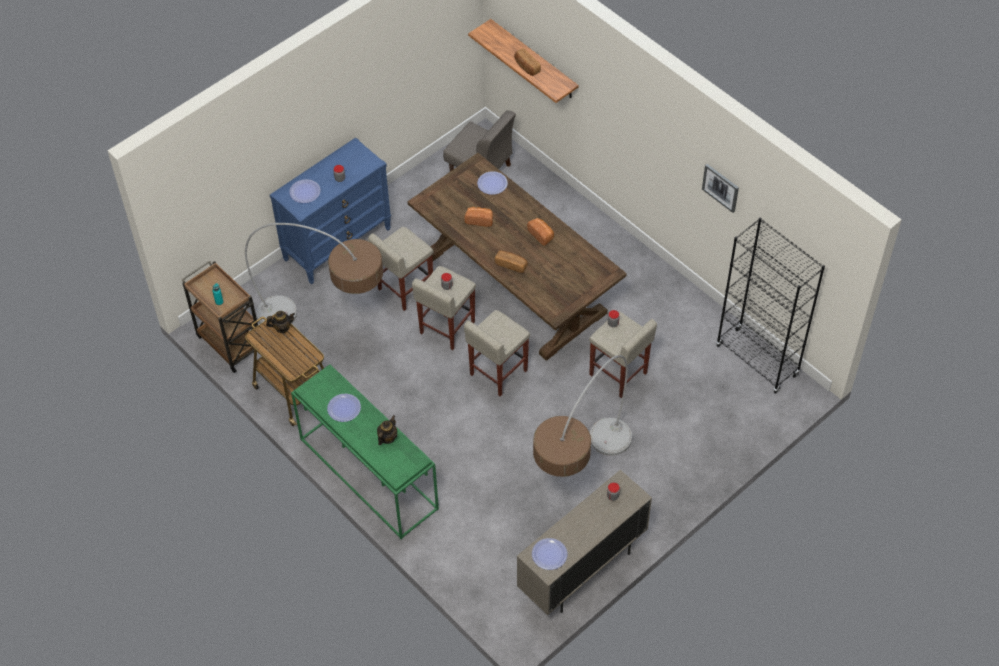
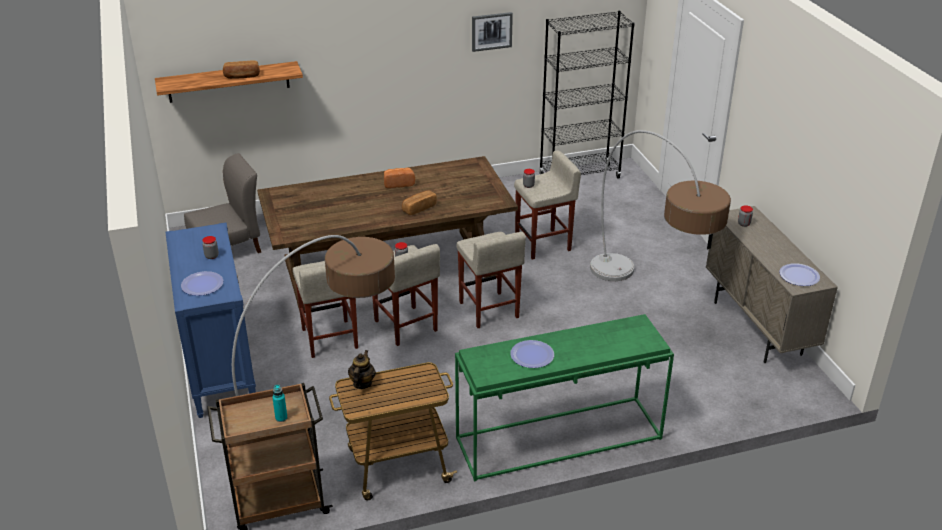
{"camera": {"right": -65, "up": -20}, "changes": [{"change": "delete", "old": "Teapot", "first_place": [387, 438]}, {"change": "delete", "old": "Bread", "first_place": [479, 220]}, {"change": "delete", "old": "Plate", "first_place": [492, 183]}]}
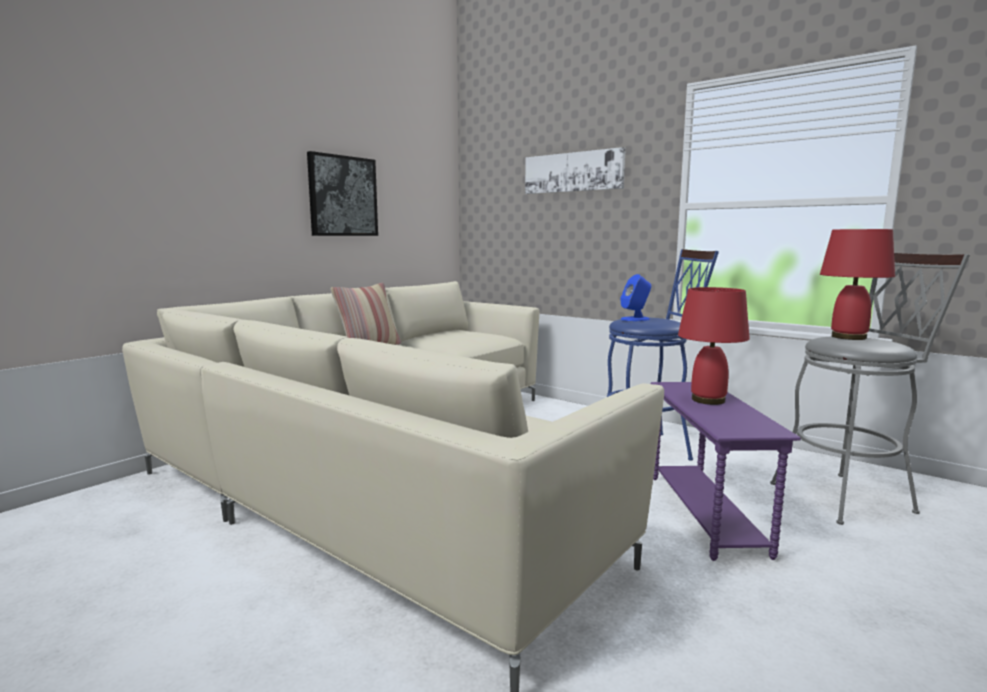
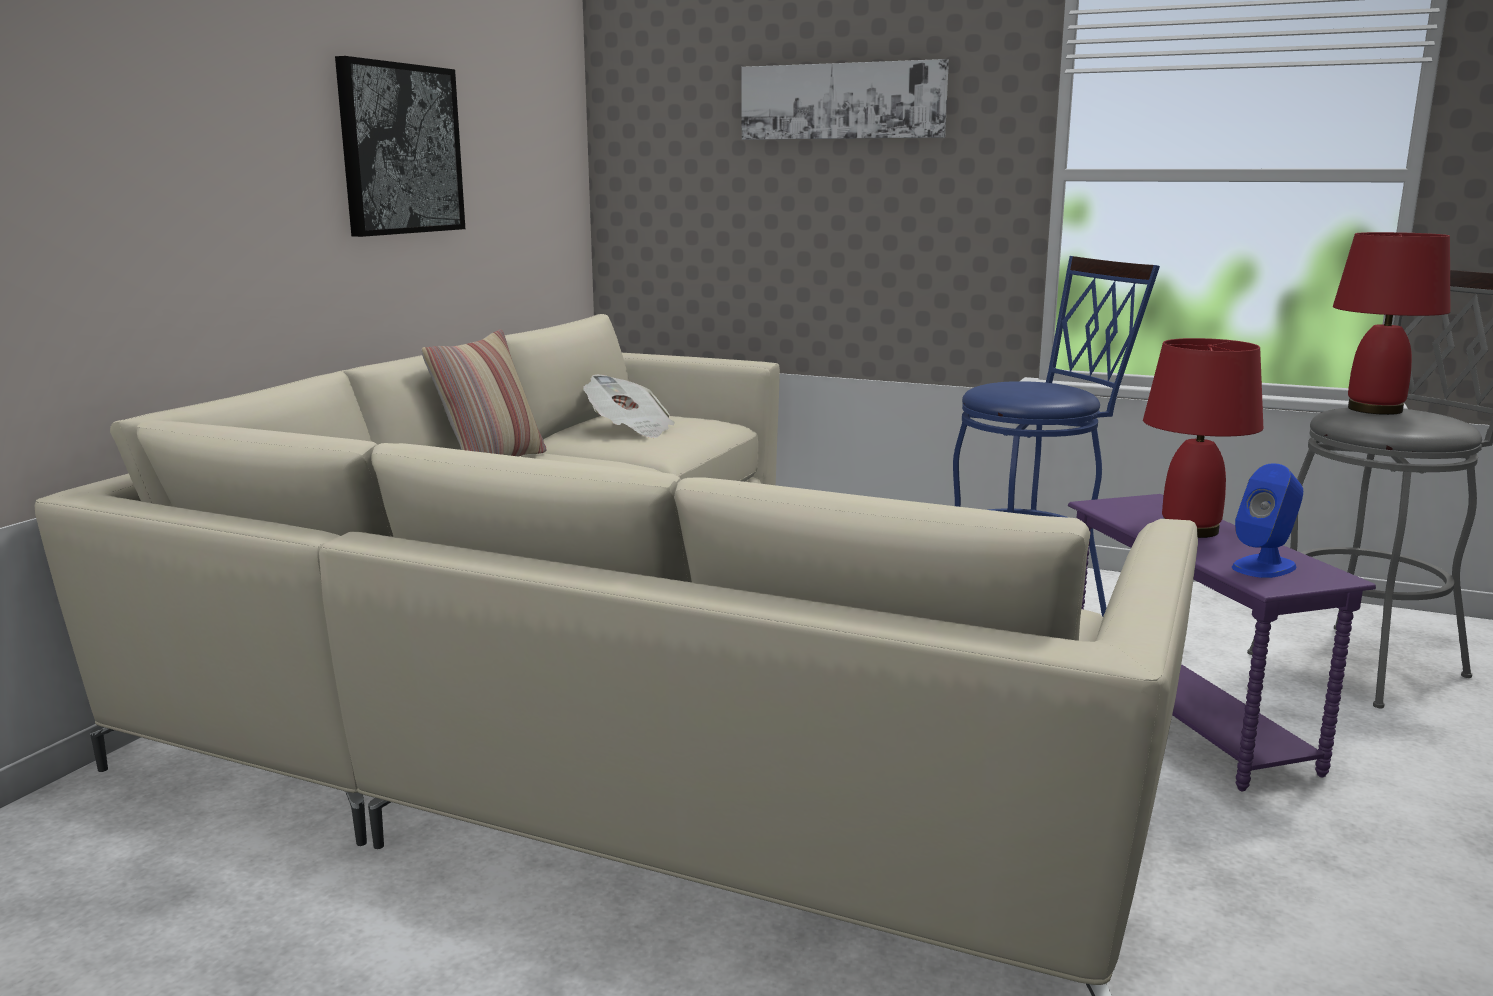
{"camera": {"right": -15, "up": 5}, "changes": [{"change": "move", "old": "BlueSpeaker", "first_place": [635, 319], "second_place": [1264, 567]}, {"change": "insert", "new": "Newspaper", "second_place": [630, 430]}]}
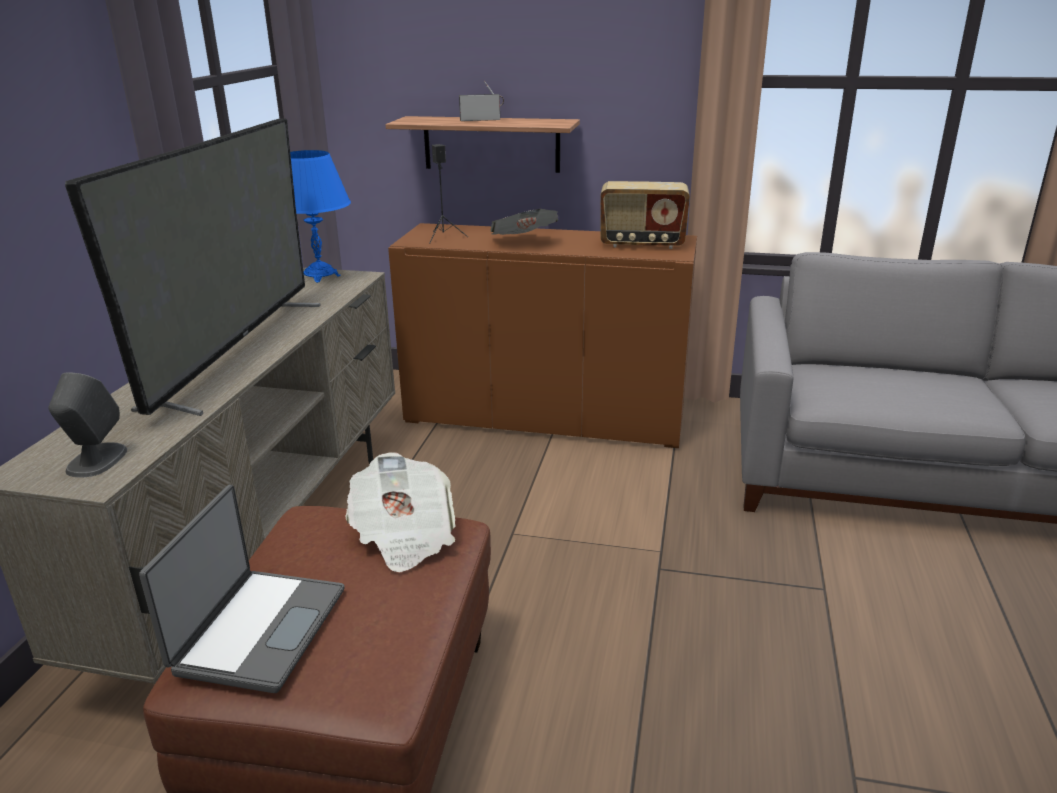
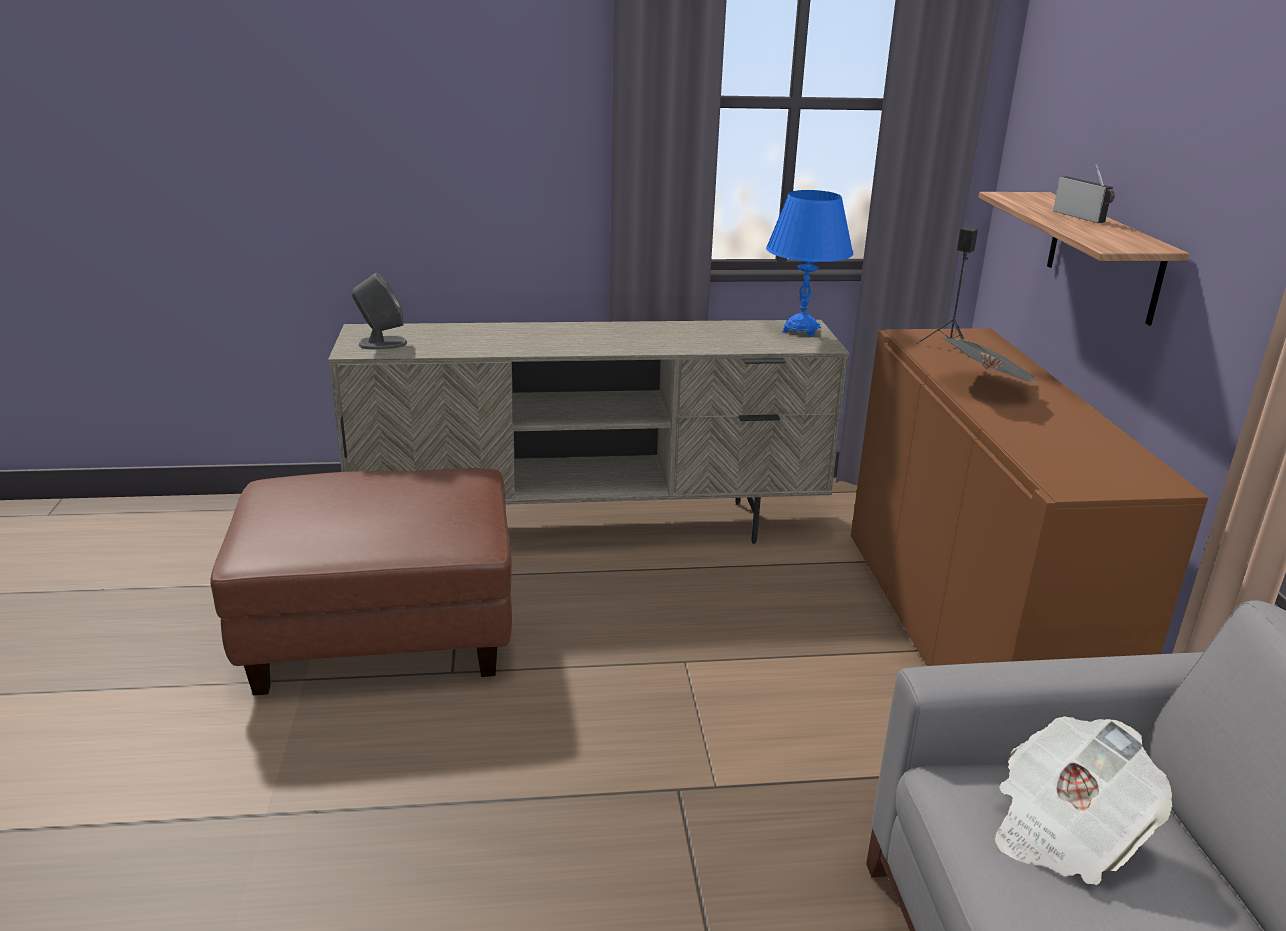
{"camera": {"right": 70, "up": 0}, "changes": [{"change": "delete", "old": "Television", "first_place": [237, 351]}, {"change": "delete", "old": "Laptop", "first_place": [258, 630]}, {"change": "move", "old": "Newspaper", "first_place": [404, 536], "second_place": [1065, 829]}, {"change": "delete", "old": "Radio", "first_place": [642, 244]}]}
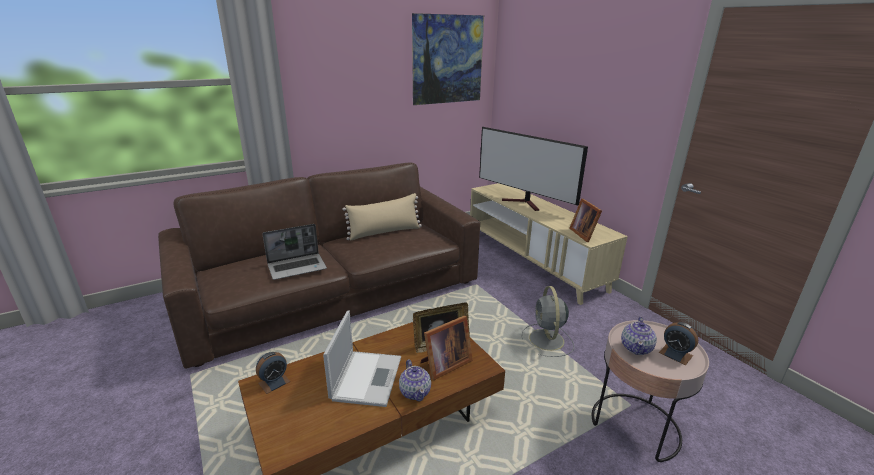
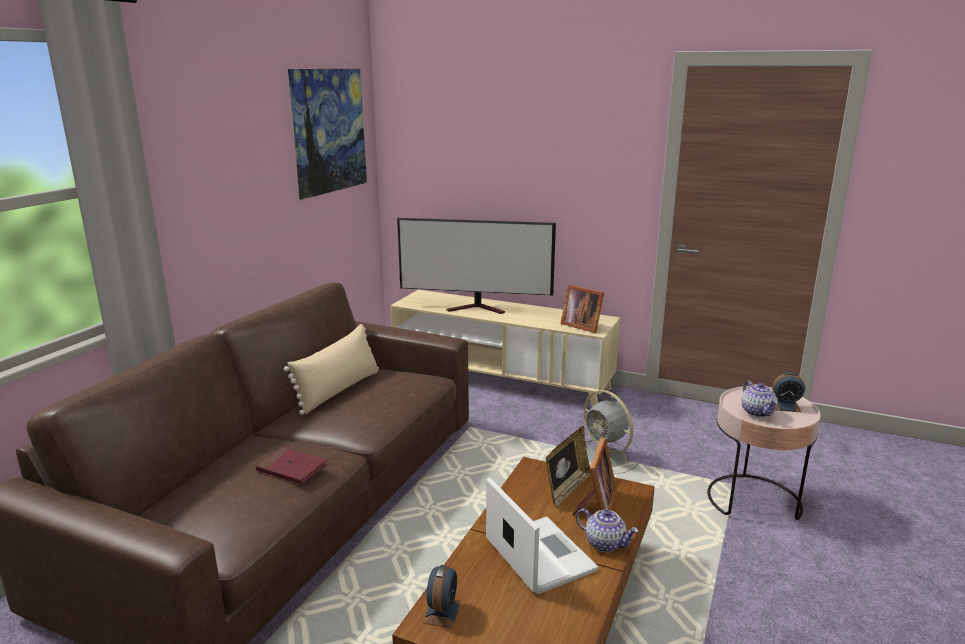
{"camera": {"right": -35, "up": -5}, "changes": [{"change": "replace", "old": "Laptop", "new": "RedBook", "first_place": [297, 267], "second_place": [292, 469]}]}
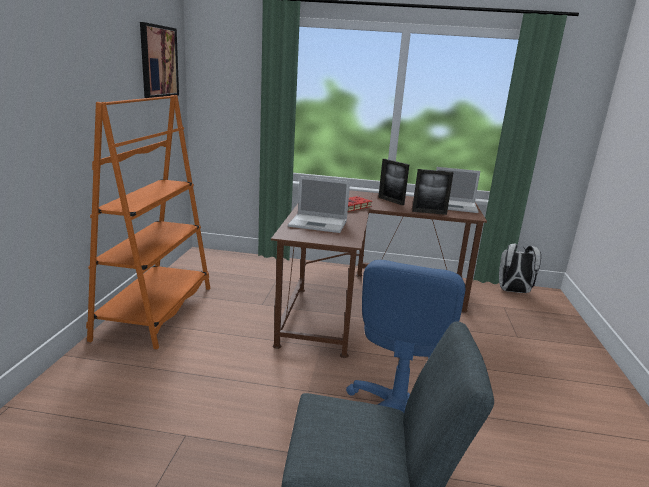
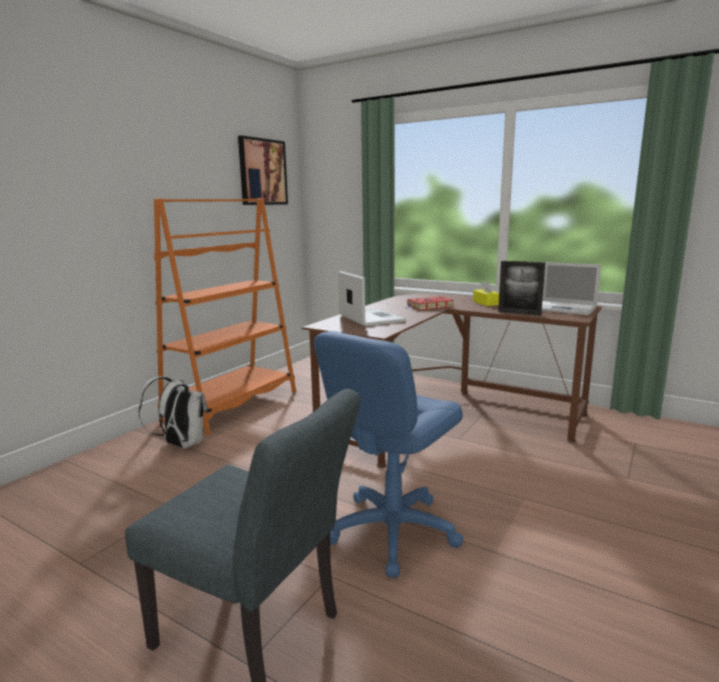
{"camera": {"right": 25, "up": -5}, "changes": [{"change": "rotate", "old": "Laptop", "first_place": [319, 223], "second_place": [370, 318], "degrees": -150}, {"change": "replace", "old": "PictureFrame", "new": "YellowTissueBox", "first_place": [391, 201], "second_place": [485, 303]}, {"change": "move", "old": "WhiteBackpack", "first_place": [512, 291], "second_place": [180, 445]}]}
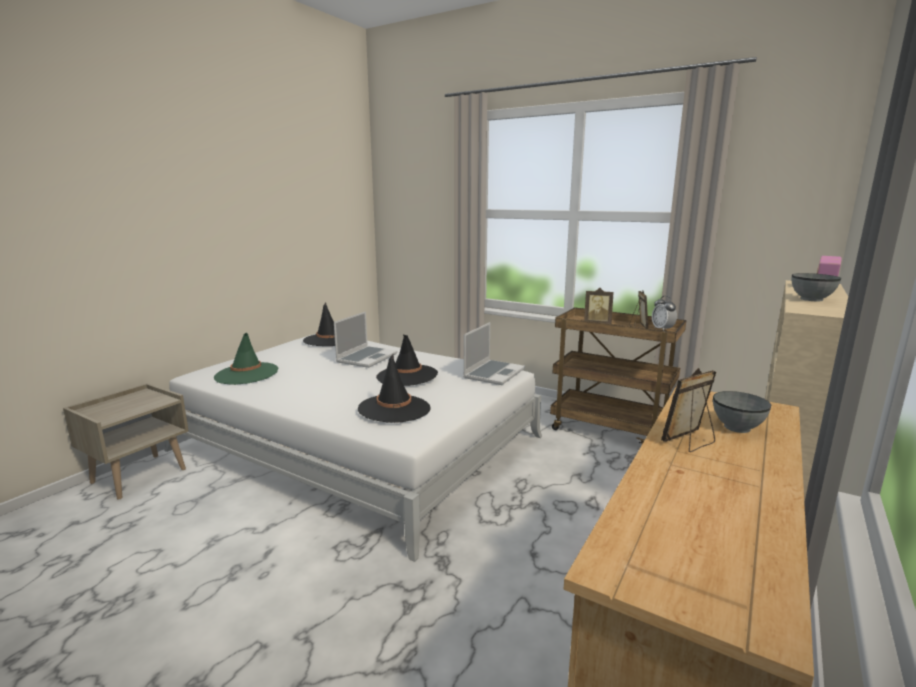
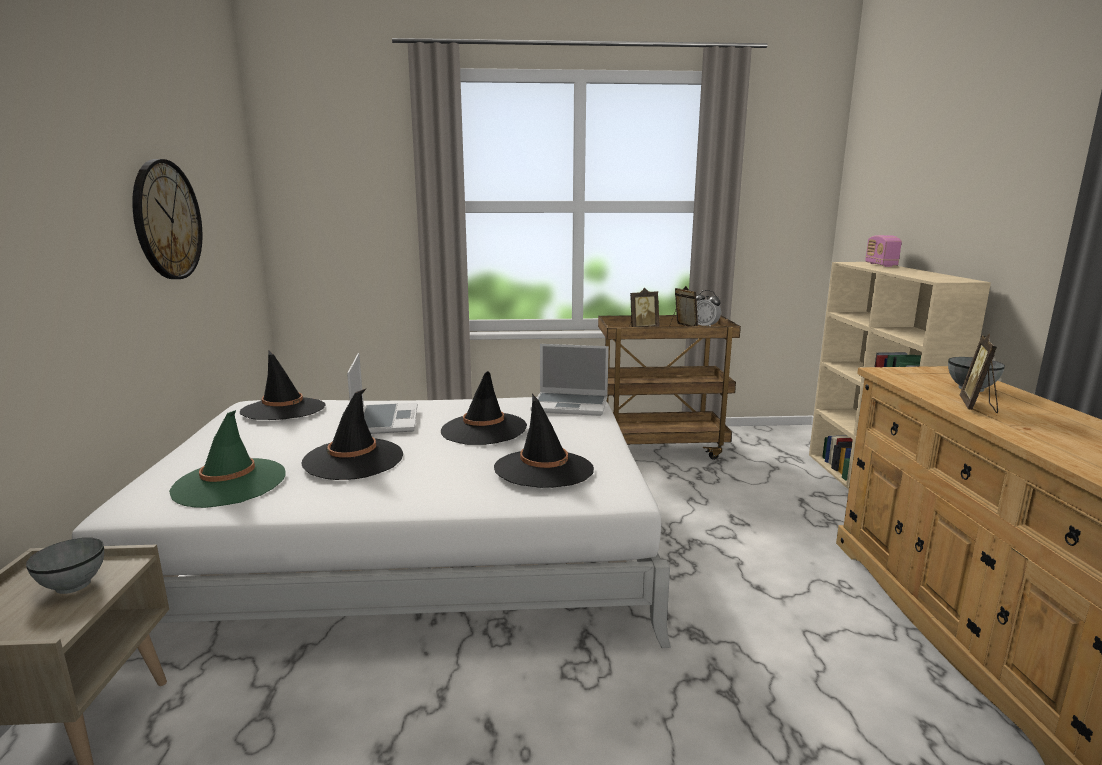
{"camera": {"right": -35, "up": 0}, "changes": [{"change": "rotate", "old": "Laptop", "first_place": [493, 373], "second_place": [571, 405], "degrees": 105}, {"change": "move", "old": "GreyBowl", "first_place": [810, 299], "second_place": [72, 585]}, {"change": "insert", "new": "WallClock", "second_place": [167, 220]}, {"change": "insert", "new": "BlackHat", "second_place": [353, 459]}]}
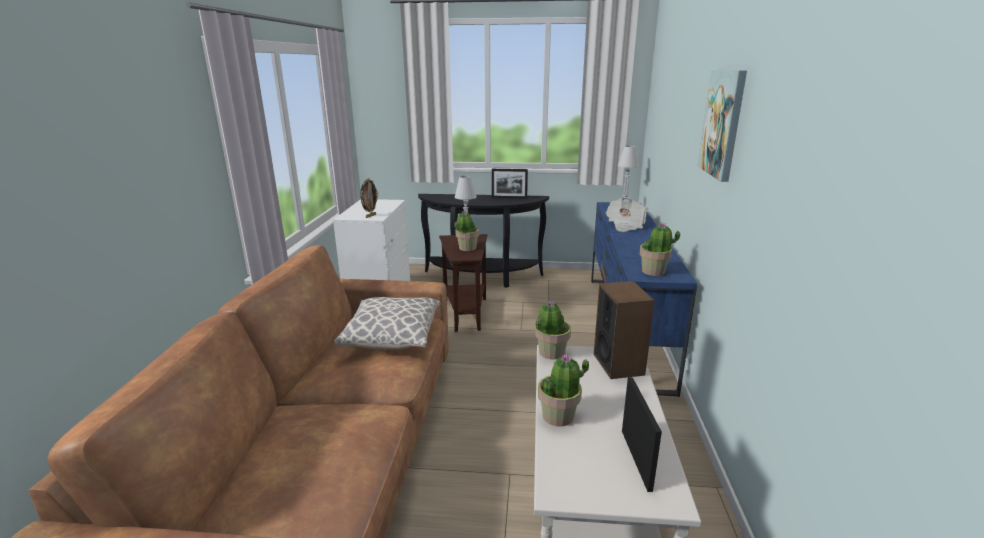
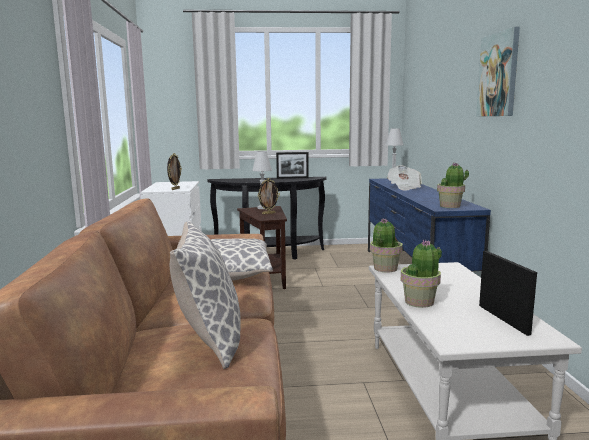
{"camera": {"right": -10, "up": -10}, "changes": [{"change": "replace", "old": "PottedPlant", "new": "PictureFrame", "first_place": [467, 248], "second_place": [268, 213]}, {"change": "delete", "old": "Speaker", "first_place": [618, 364]}, {"change": "insert", "new": "Pillow", "second_place": [210, 340]}]}
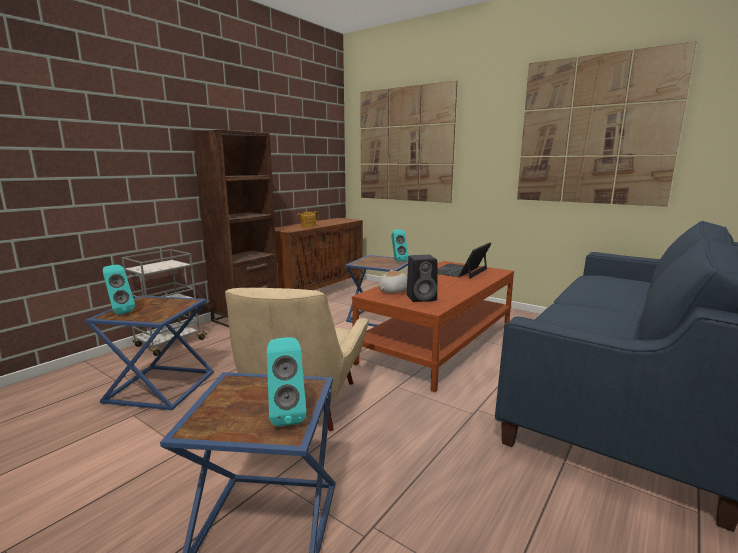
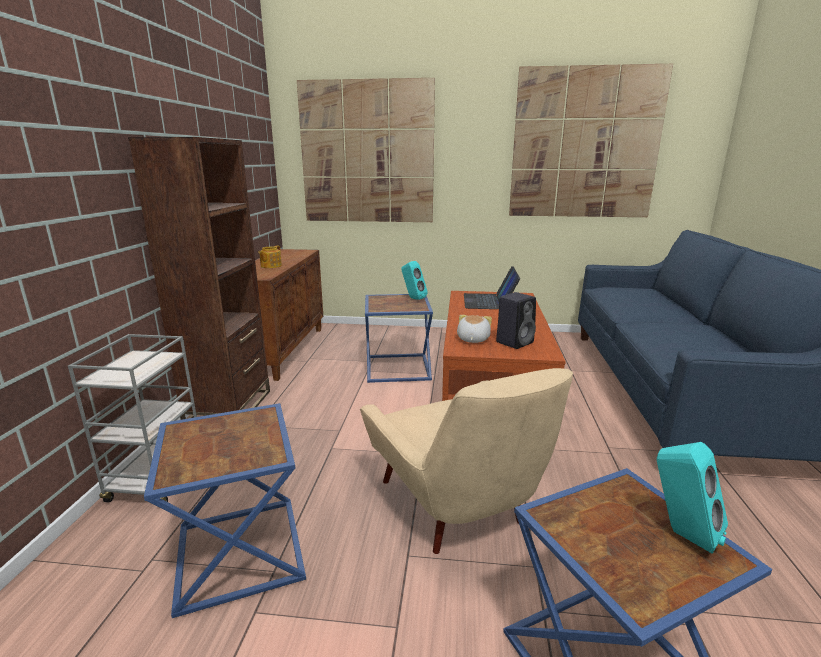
{"camera": {"right": -30, "up": 5}, "changes": [{"change": "delete", "old": "TurquoiseSpeaker", "first_place": [119, 312]}]}
